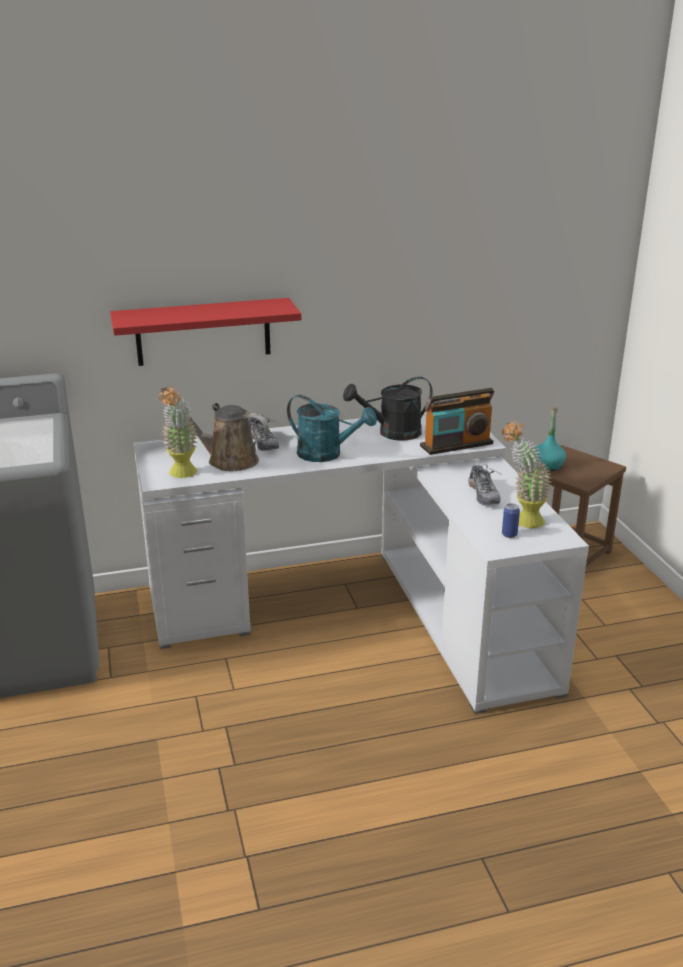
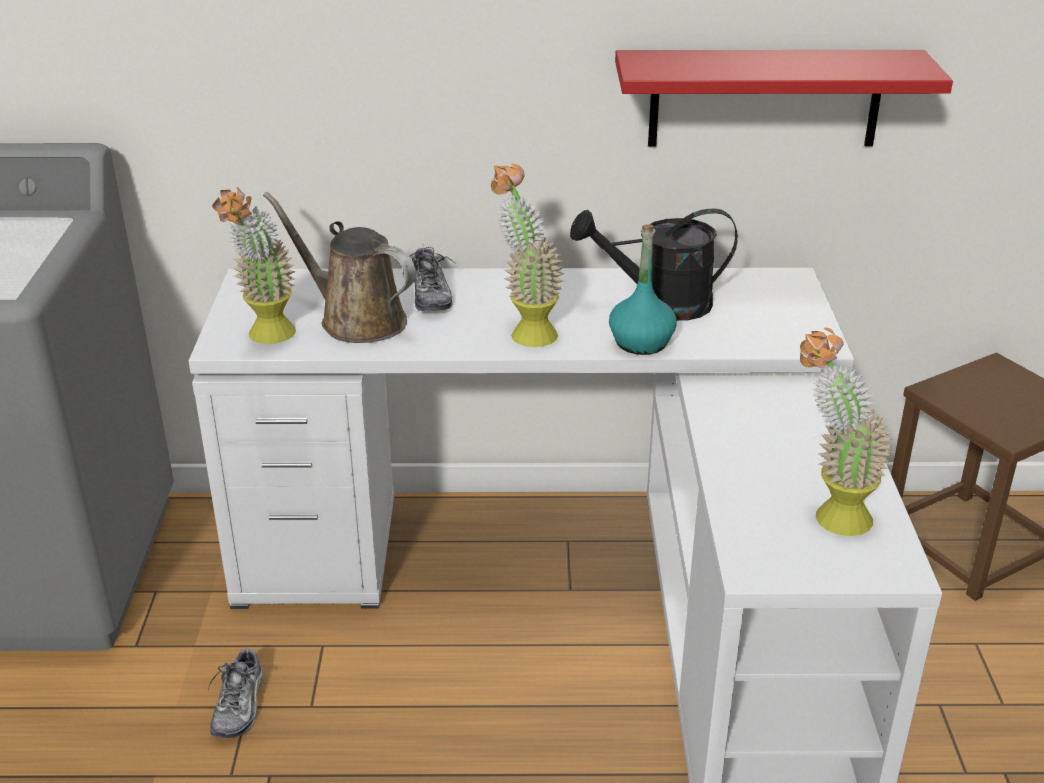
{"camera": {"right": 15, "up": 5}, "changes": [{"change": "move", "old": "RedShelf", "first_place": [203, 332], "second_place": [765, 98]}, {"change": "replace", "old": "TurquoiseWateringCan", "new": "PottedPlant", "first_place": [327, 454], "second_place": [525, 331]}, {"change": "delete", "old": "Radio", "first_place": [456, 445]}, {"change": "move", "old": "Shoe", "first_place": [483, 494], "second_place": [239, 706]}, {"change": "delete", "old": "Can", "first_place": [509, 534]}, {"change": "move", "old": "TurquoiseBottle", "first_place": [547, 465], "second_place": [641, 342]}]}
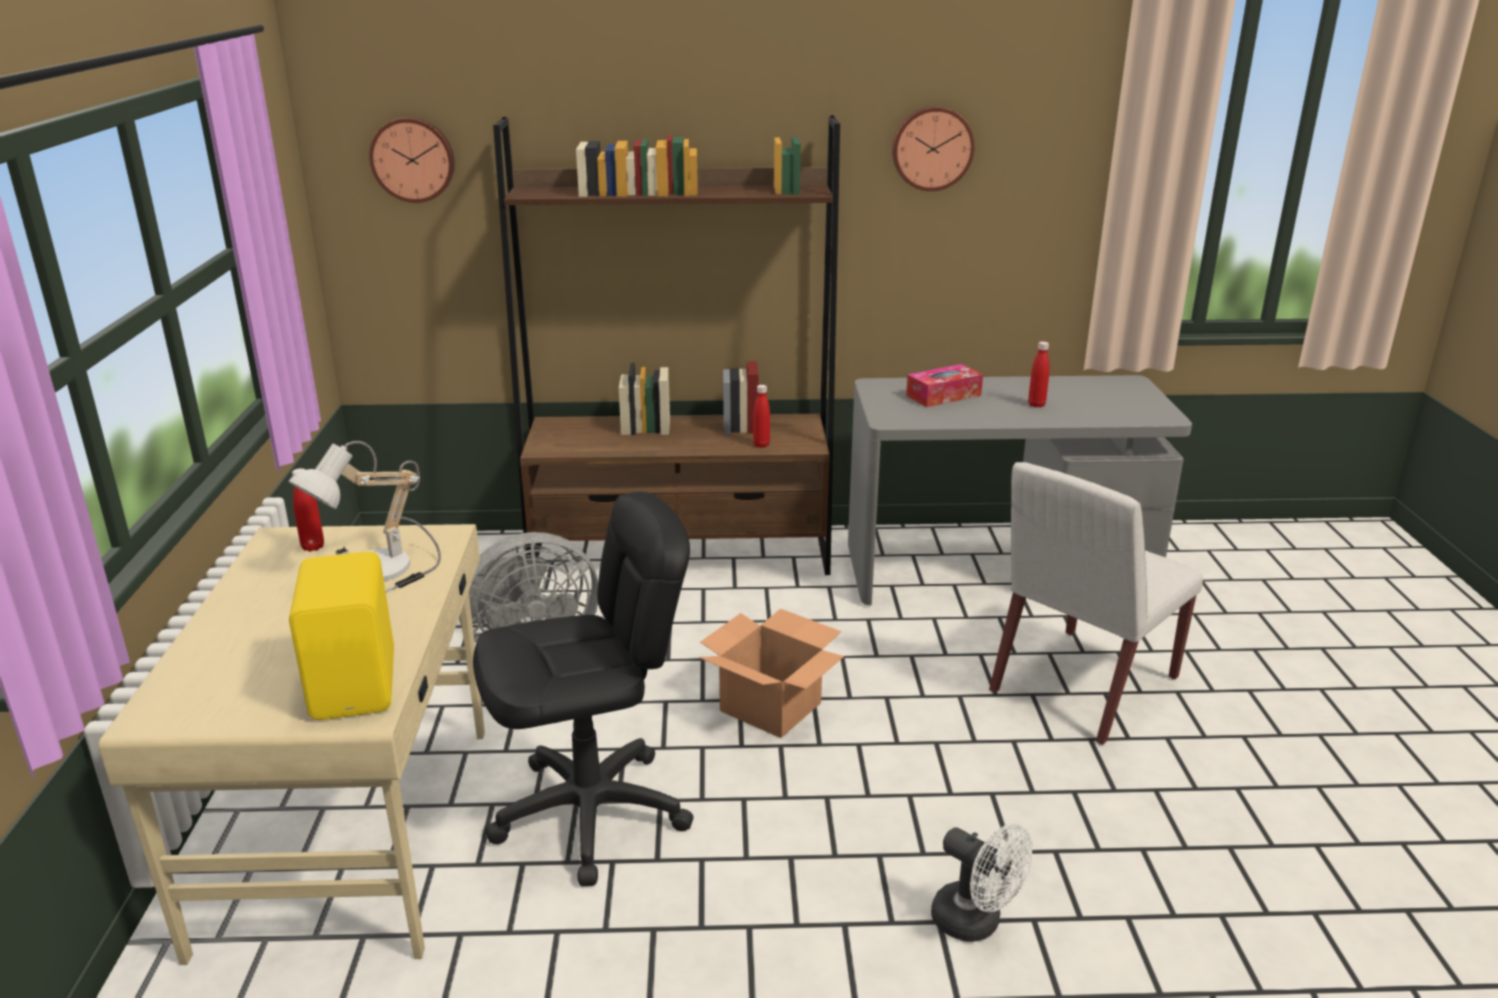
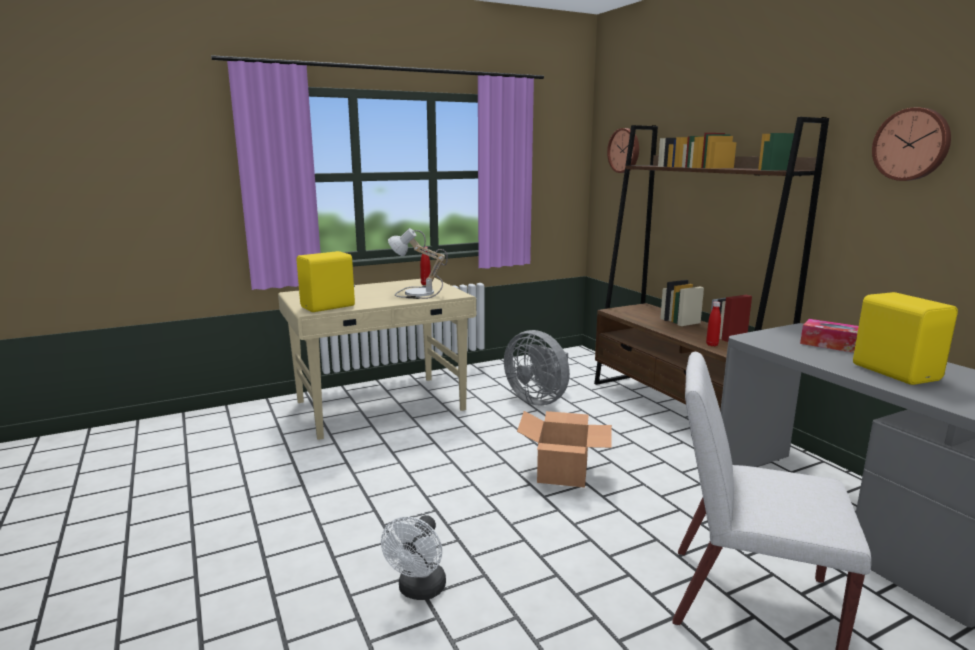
{"camera": {"right": 65, "up": -10}, "changes": [{"change": "delete", "old": "BlackOfficeChair", "first_place": [591, 813]}, {"change": "replace", "old": "RedBottle", "new": "YellowSpeaker", "first_place": [1036, 405], "second_place": [895, 372]}]}
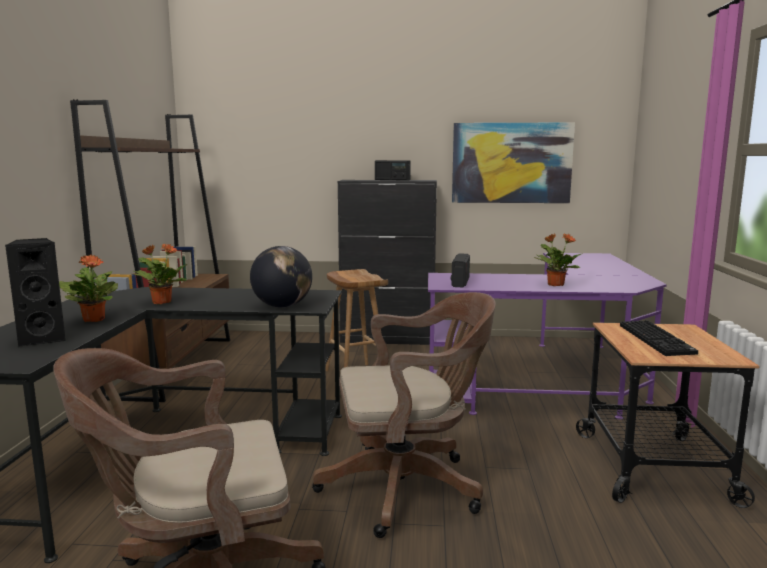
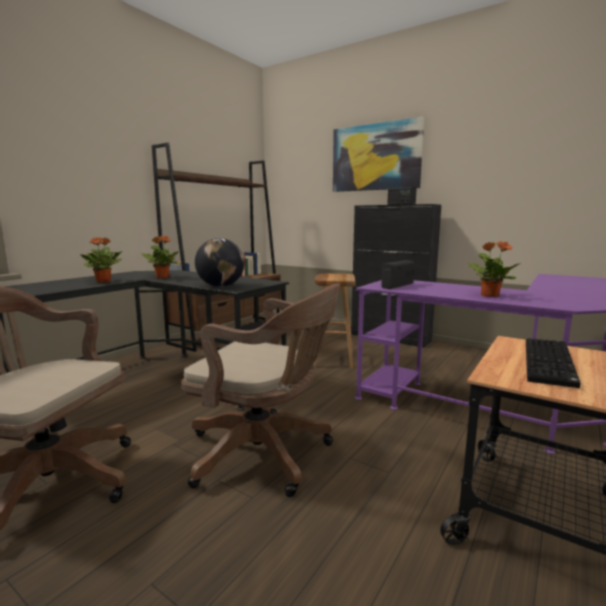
{"camera": {"right": 30, "up": 0}, "changes": [{"change": "delete", "old": "BlackSpeaker", "first_place": [43, 339]}, {"change": "move", "old": "Picture", "first_place": [511, 163], "second_place": [375, 157]}]}
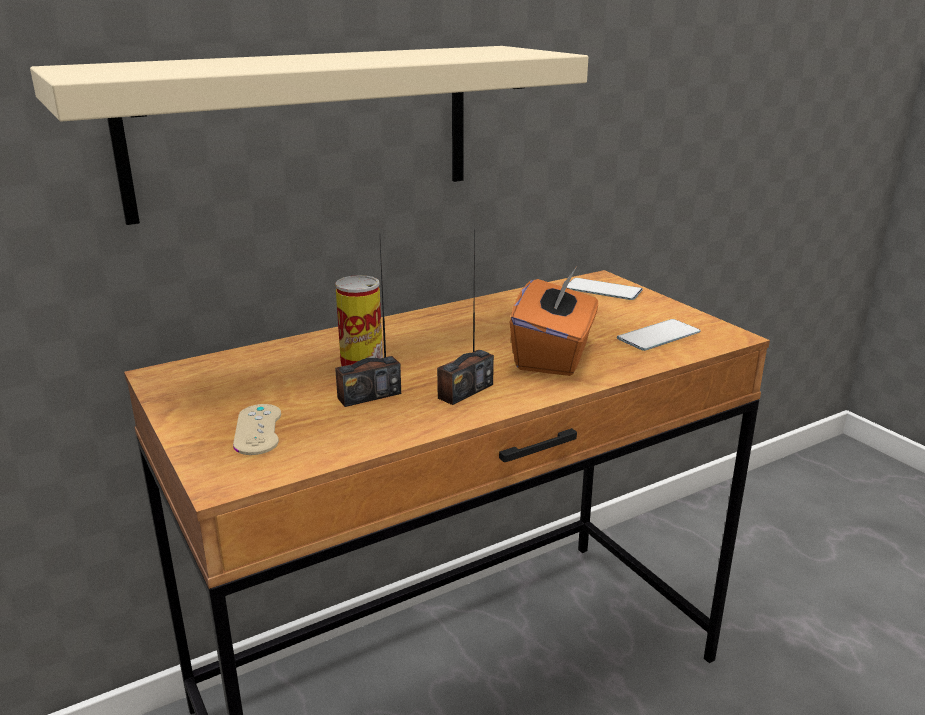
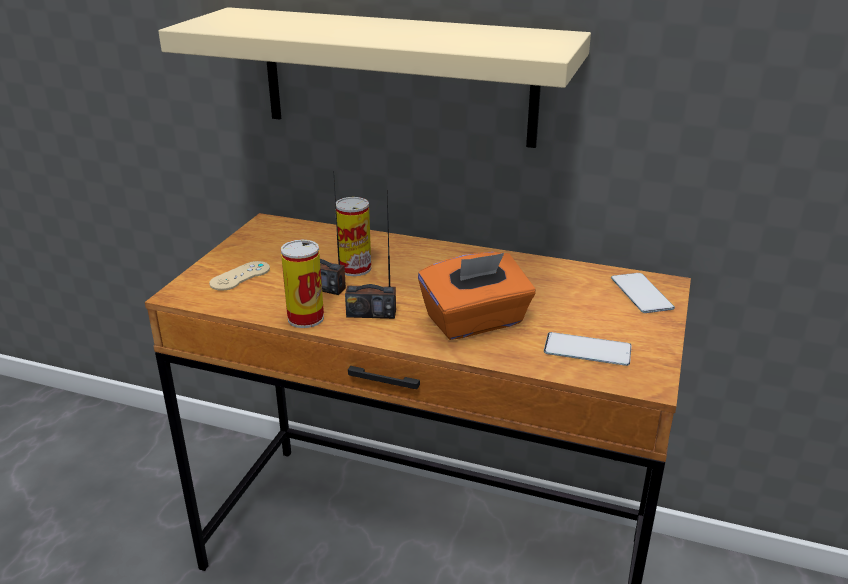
{"camera": {"right": 50, "up": 5}, "changes": [{"change": "insert", "new": "Can", "second_place": [305, 318]}]}
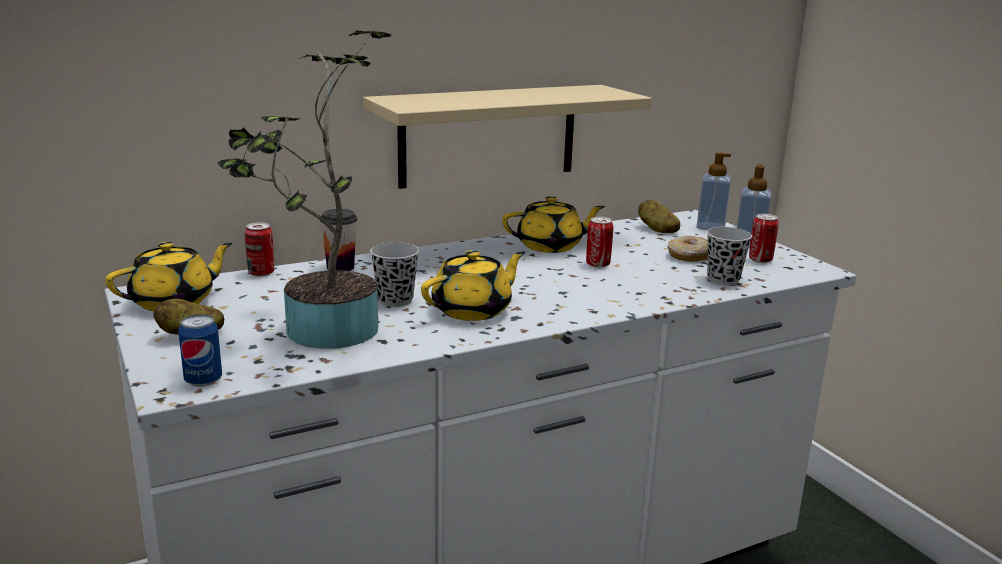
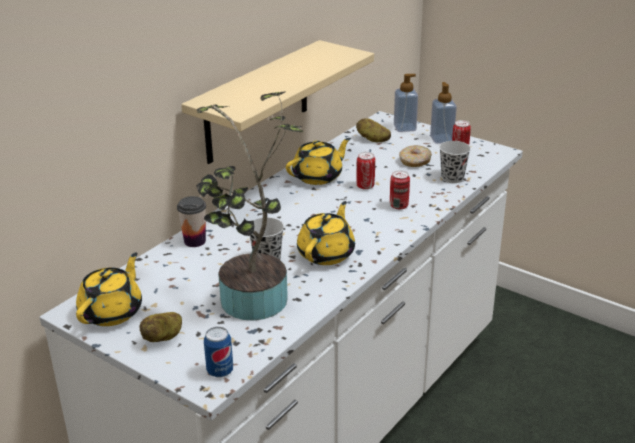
{"camera": {"right": -25, "up": 10}, "changes": [{"change": "move", "old": "Can", "first_place": [261, 273], "second_place": [399, 206]}]}
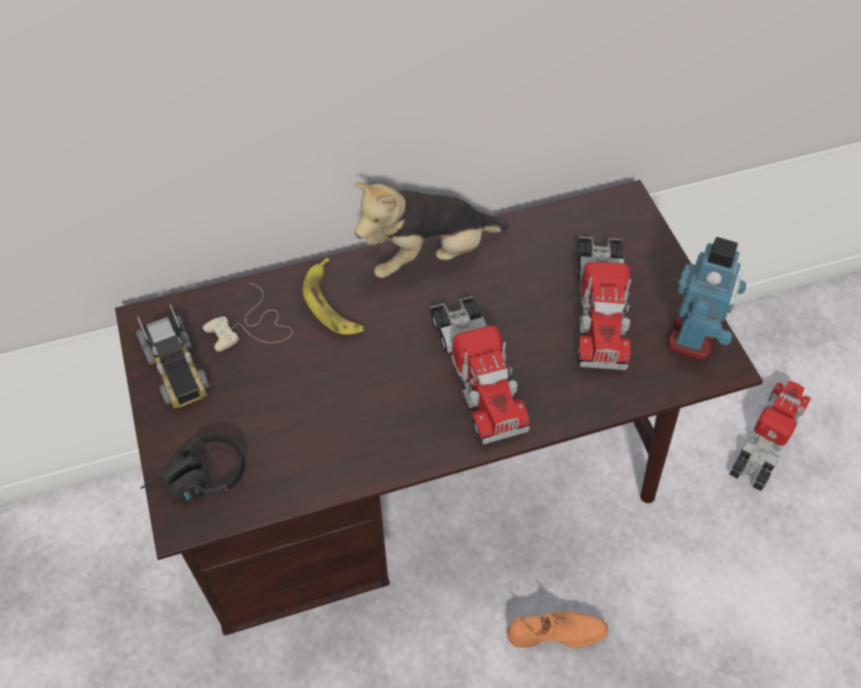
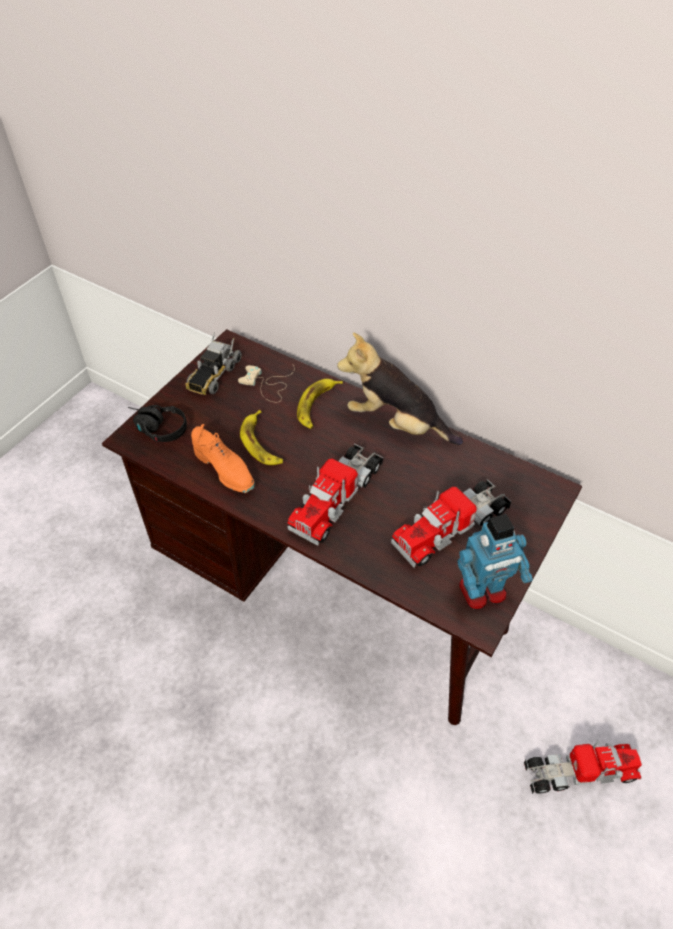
{"camera": {"right": 50, "up": -5}, "changes": [{"change": "move", "old": "OrangeShoe", "first_place": [556, 633], "second_place": [225, 469]}, {"change": "insert", "new": "Banana", "second_place": [261, 443]}]}
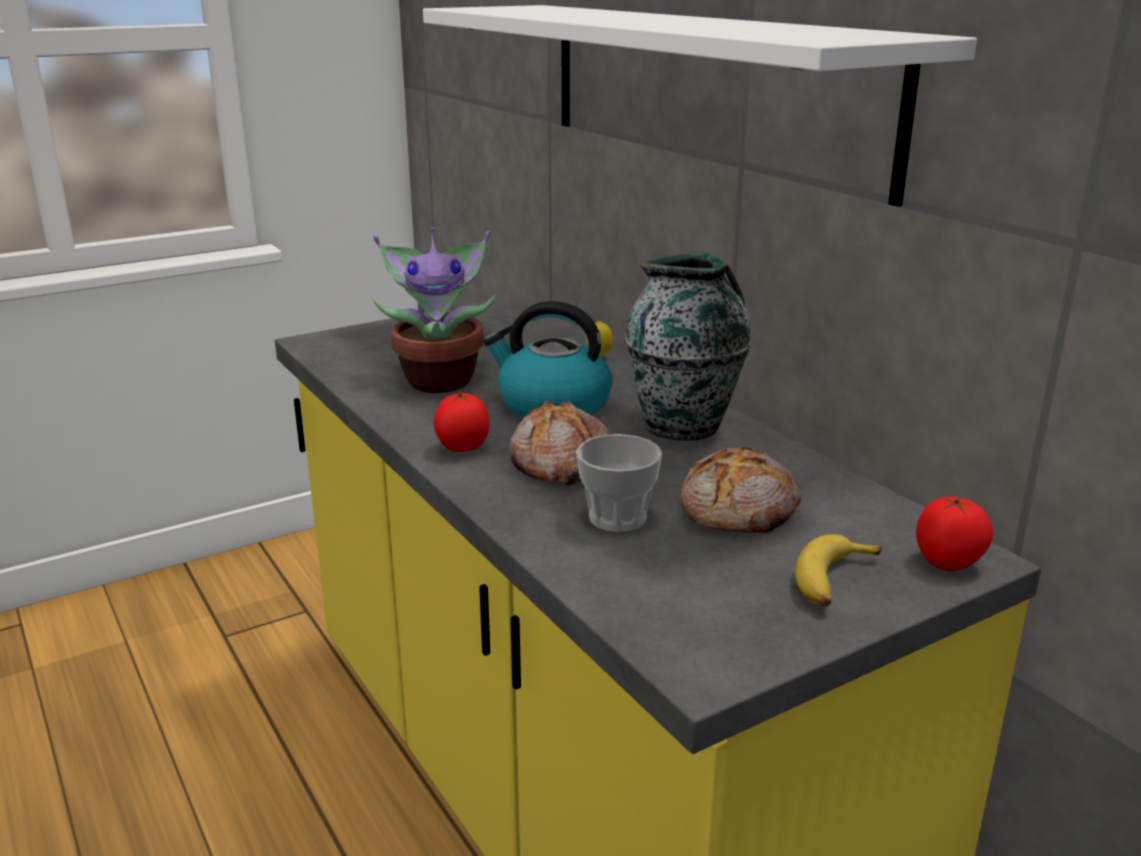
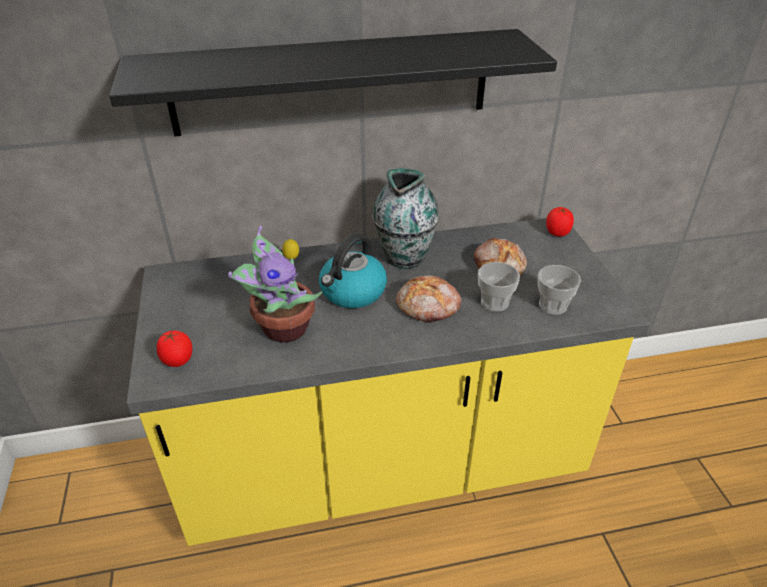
{"camera": {"right": -70, "up": 15}, "changes": [{"change": "recolor", "old": "WhiteShelf", "new": "BlackShelf", "first_place": [704, 89], "second_place": [332, 82]}, {"change": "move", "old": "Tomato", "first_place": [462, 449], "second_place": [178, 361]}, {"change": "delete", "old": "Banana", "first_place": [833, 582]}, {"change": "insert", "new": "Cup", "second_place": [553, 305]}]}
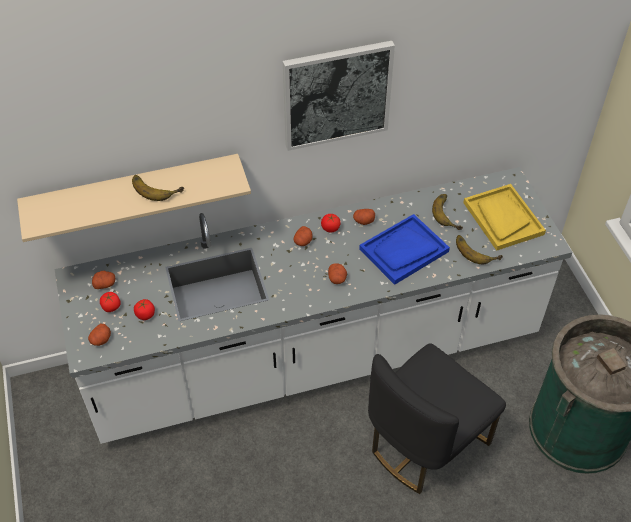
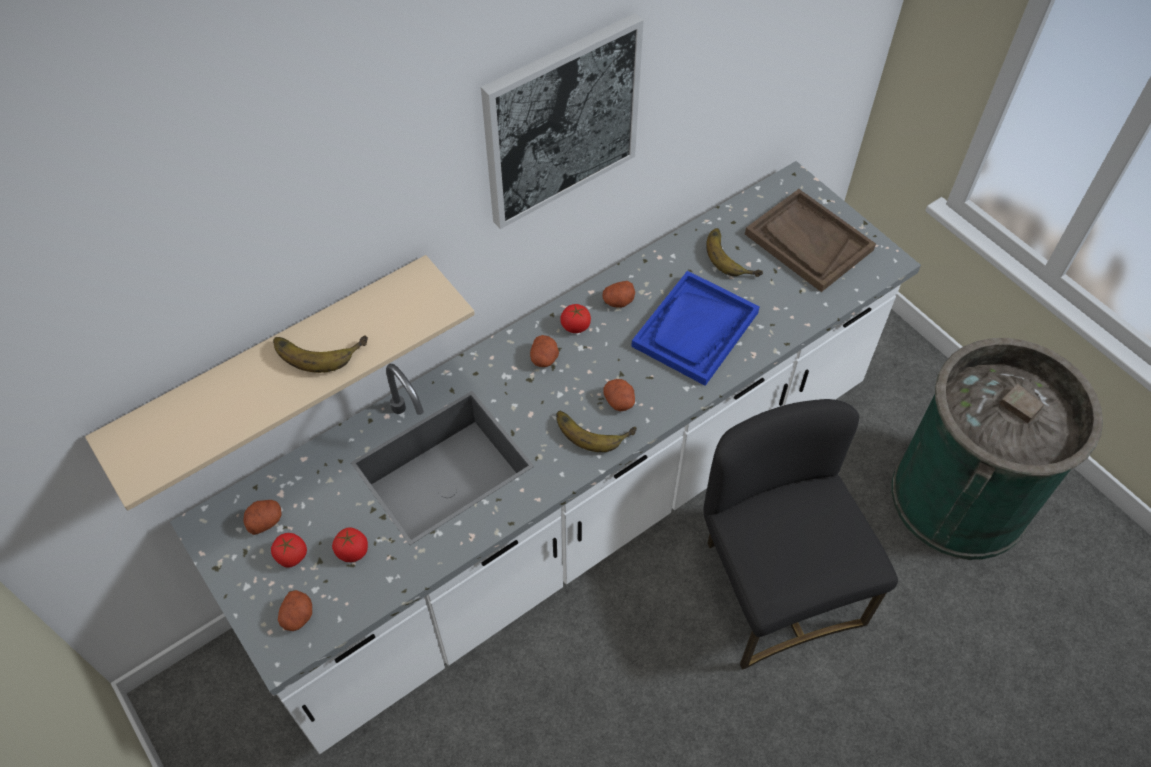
{"camera": {"right": -20, "up": 5}, "changes": [{"change": "rotate", "old": "BlackChair", "first_place": [425, 443], "second_place": [775, 585], "degrees": 135}, {"change": "move", "old": "Banana", "first_place": [476, 250], "second_place": [593, 428]}, {"change": "recolor", "old": "YellowTray", "new": "BrownTray", "first_place": [503, 218], "second_place": [808, 242]}]}
